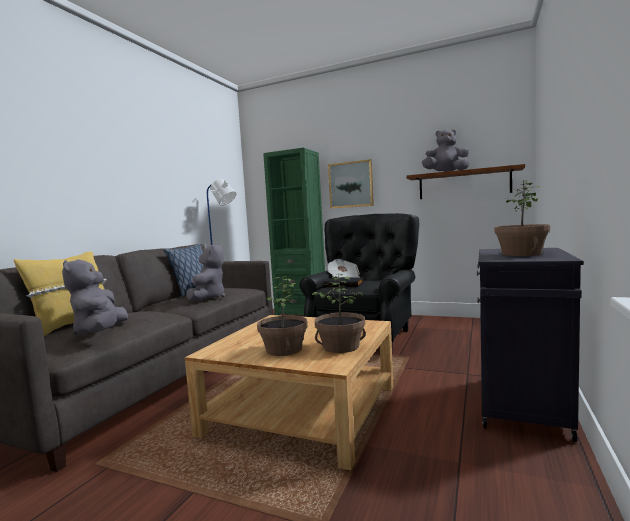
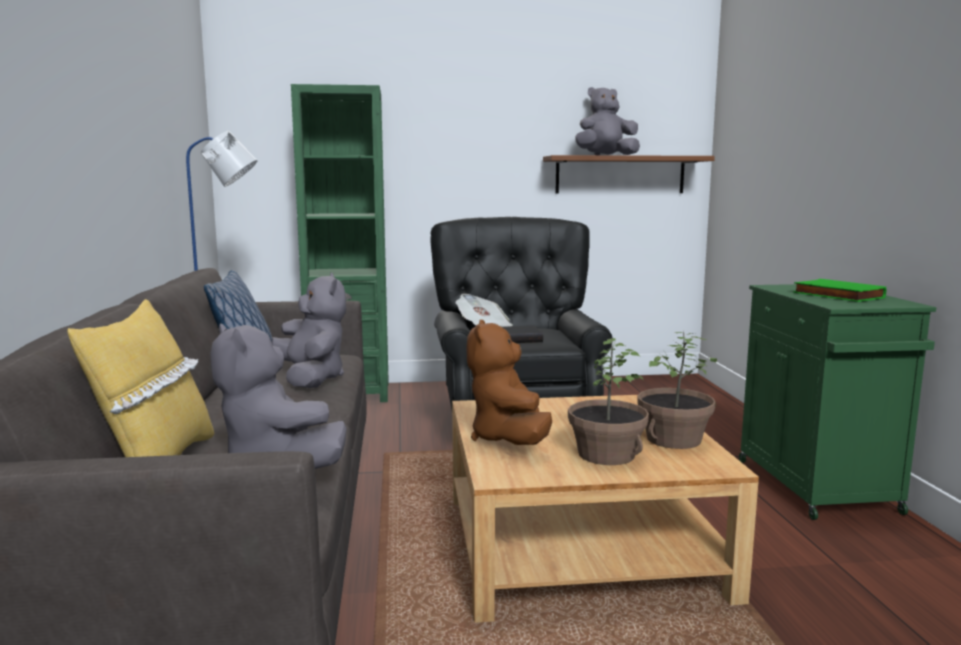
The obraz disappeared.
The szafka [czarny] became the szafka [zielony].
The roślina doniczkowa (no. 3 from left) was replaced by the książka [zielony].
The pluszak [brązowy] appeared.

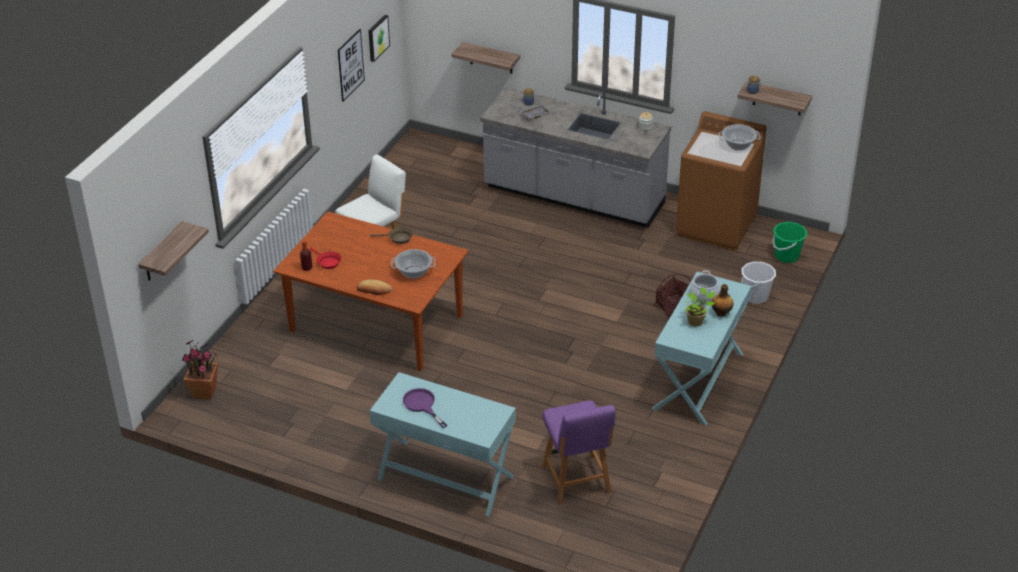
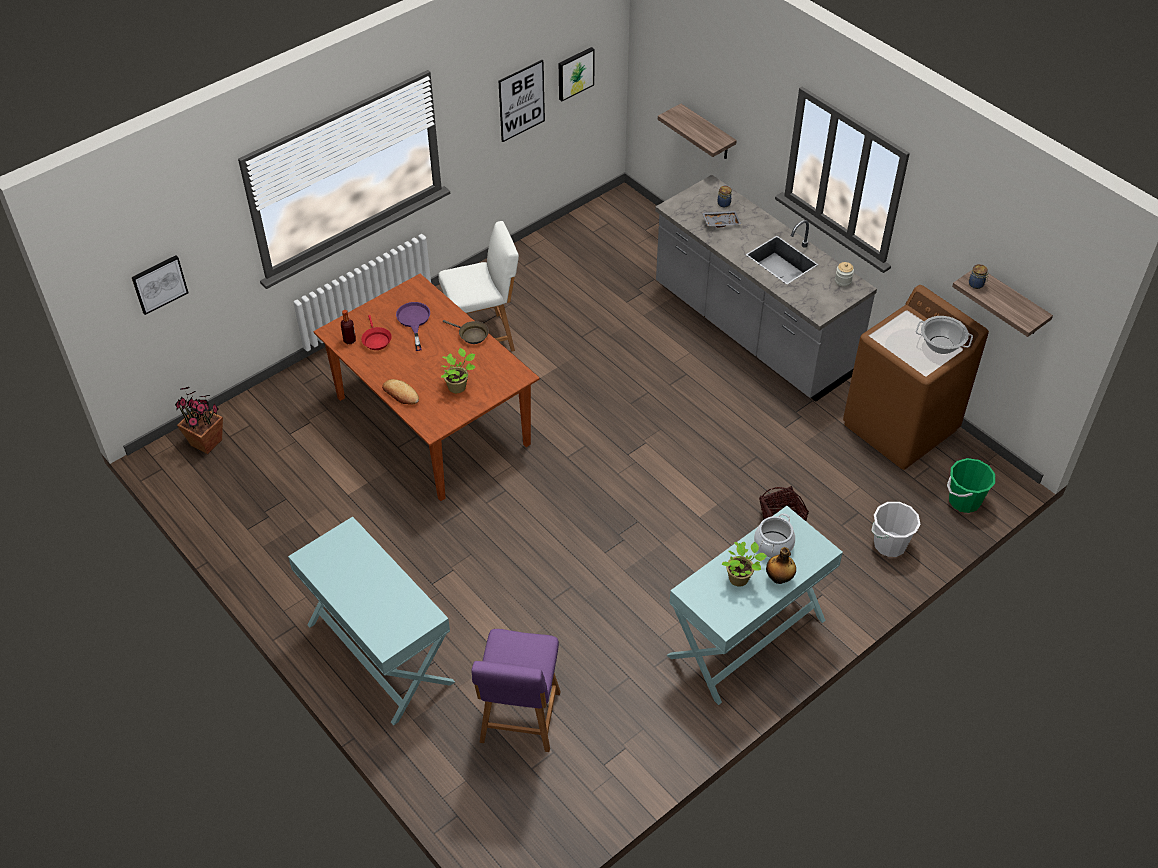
The półka (no. 1 from left) was replaced by the obraz (no. 1 from left).
The garnek (no. 1 from left) was replaced by the roślina doniczkowa (no. 2 from left).
The patelnia [fioletowy] moved.

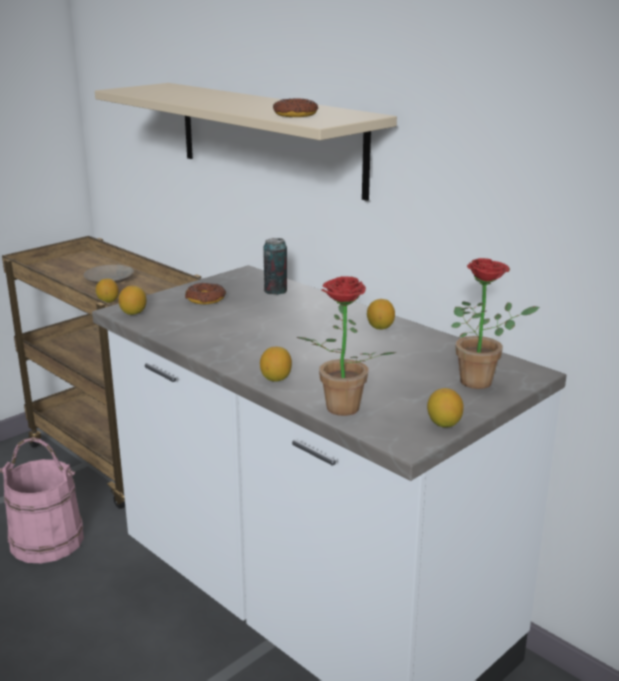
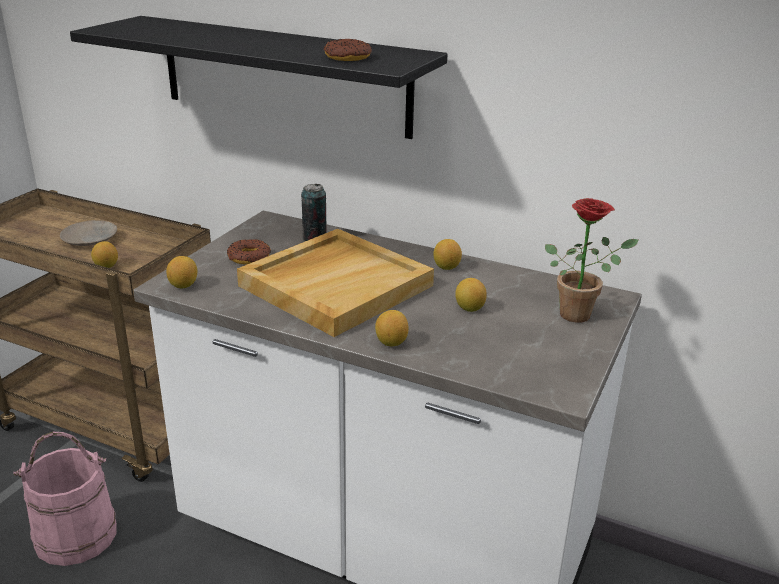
The półka [beżowy] became the półka [czarny].
The roślina doniczkowa (no. 1 from left) disappeared.
The cytryna (no. 5 from left) moved.
The taca [beżowy] appeared.

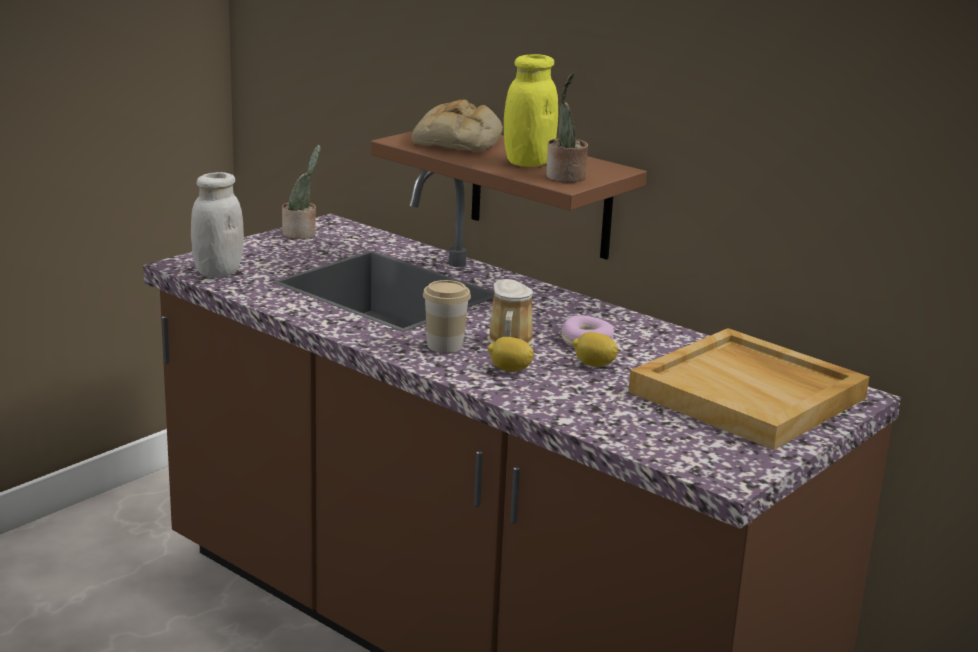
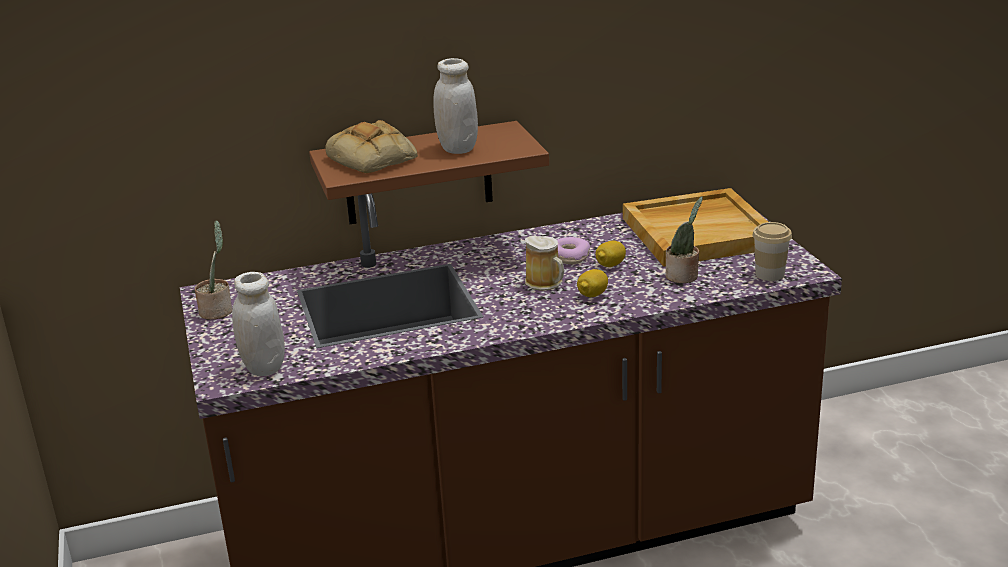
The filiżanka moved.
The słoik [żółty] became the słoik [biały] (no. 2 from left).
The roślina doniczkowa (no. 2 from left) moved.

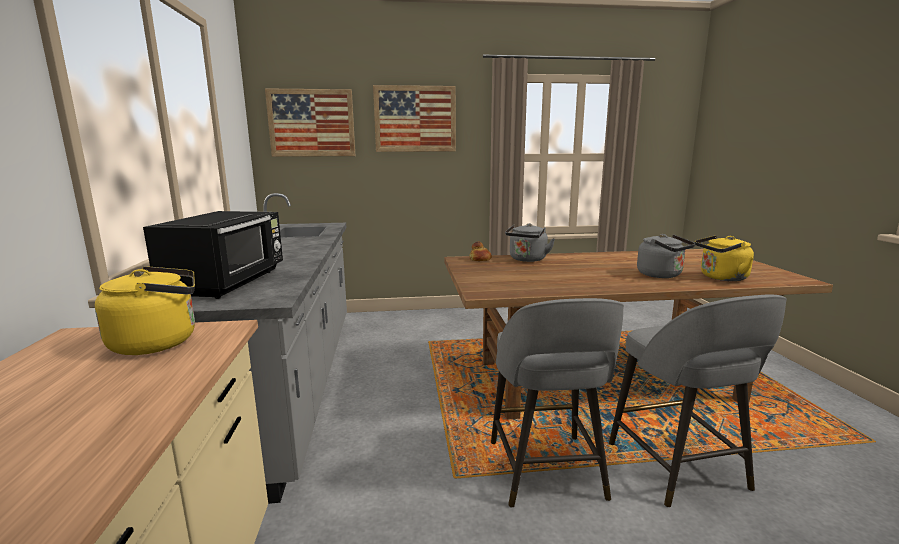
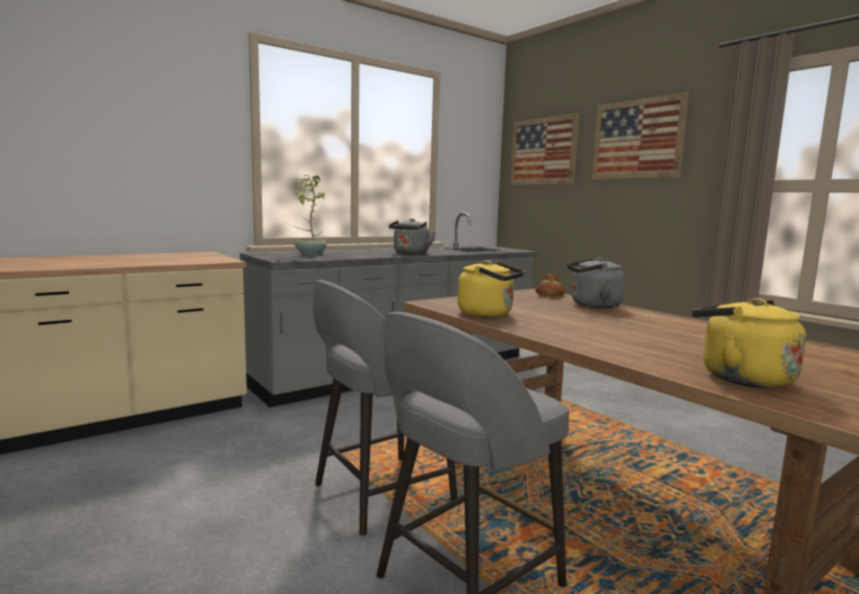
The czajnik [żółty] (no. 1 from left) moved.
The mikrofalówka [czarny] was replaced by the roślina doniczkowa.
The czajnik [szary] (no. 2 from left in the first image) moved.

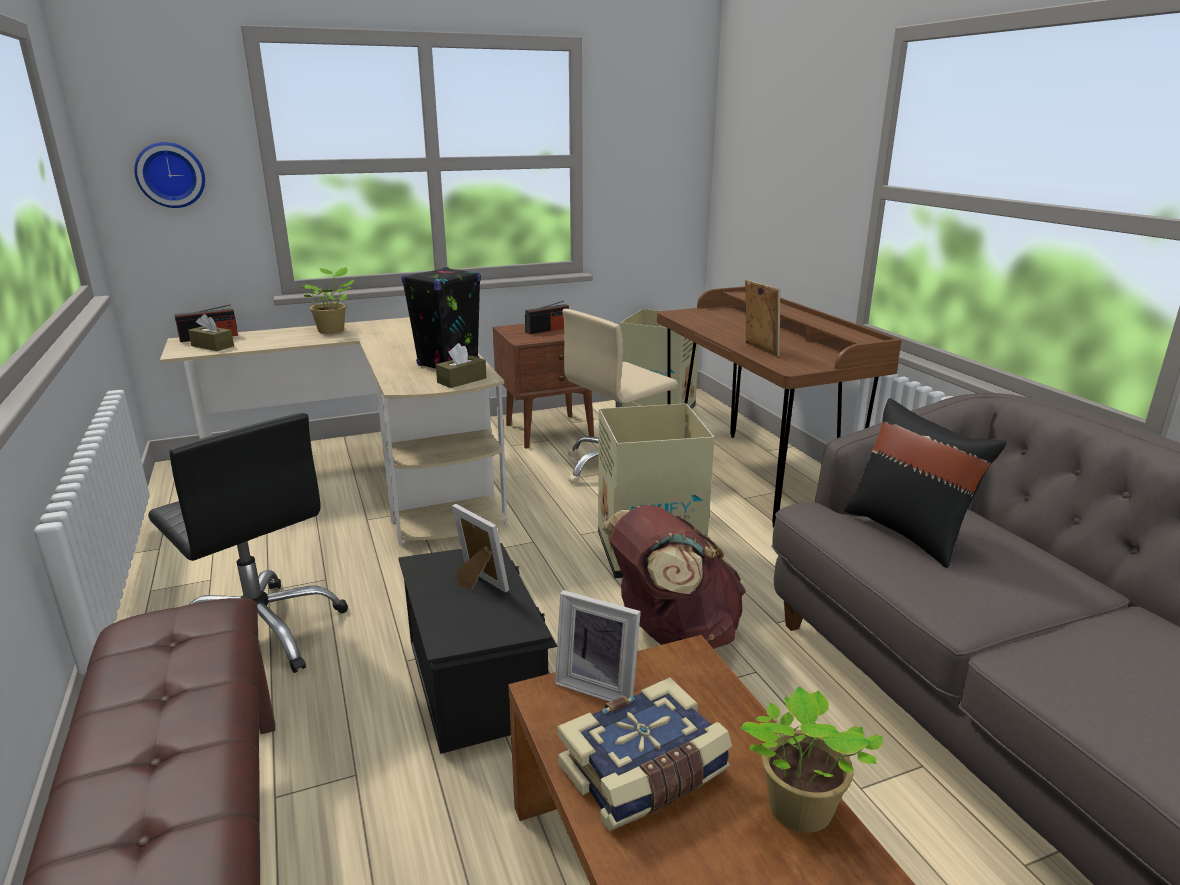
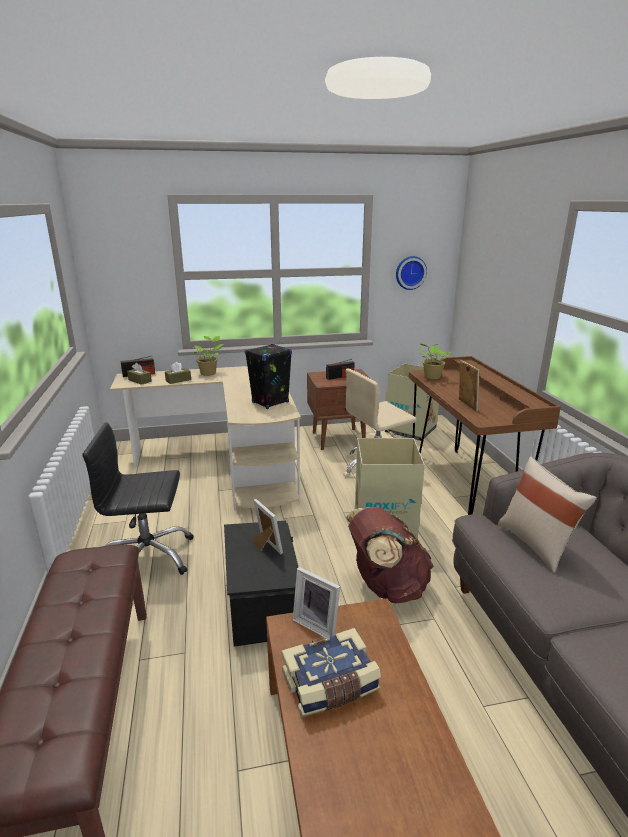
The zegar ścienny moved.
The krzesło biurowe [czarny] turned 120 degrees clockwise.
The pudełko chusteczek [brązowy] (no. 2 from left) moved.
The roślina doniczkowa (no. 2 from left) moved.
The poduszka [czarny] became the poduszka [beżowy].

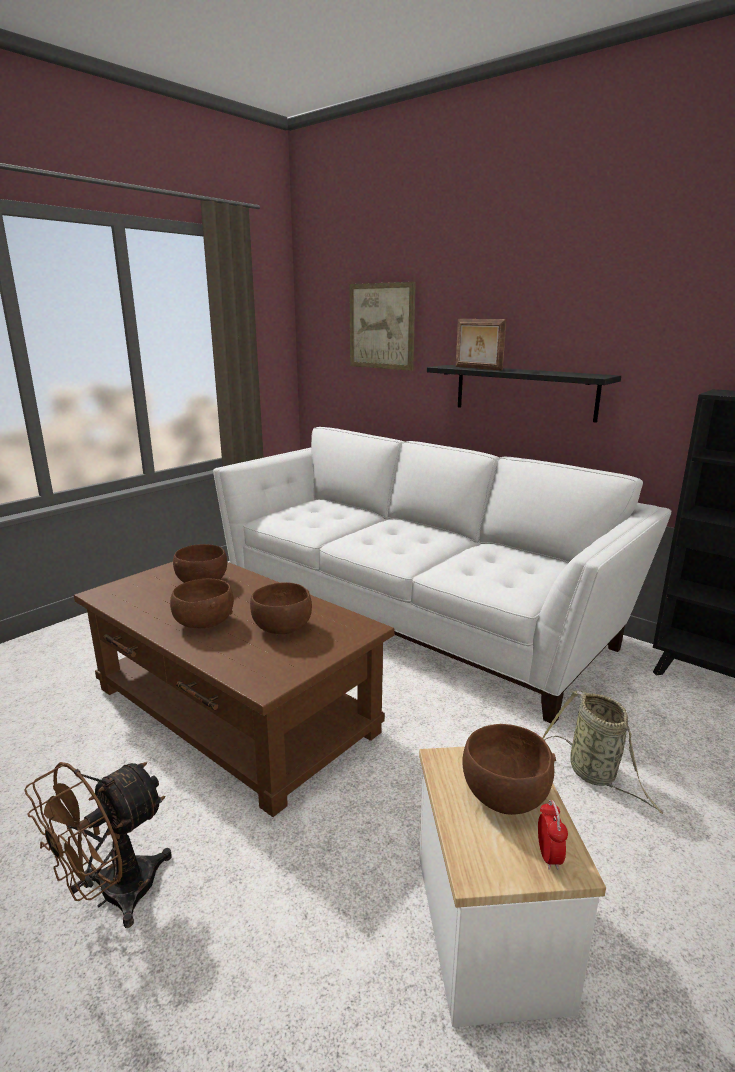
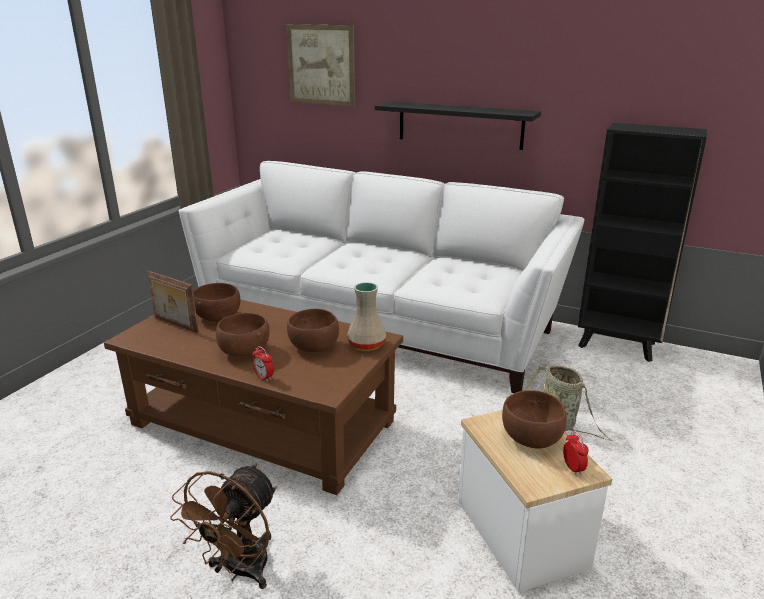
The ramka na zdjęcie moved.
The budzik (no. 1 from left) appeared.
The wazon [beżowy] appeared.

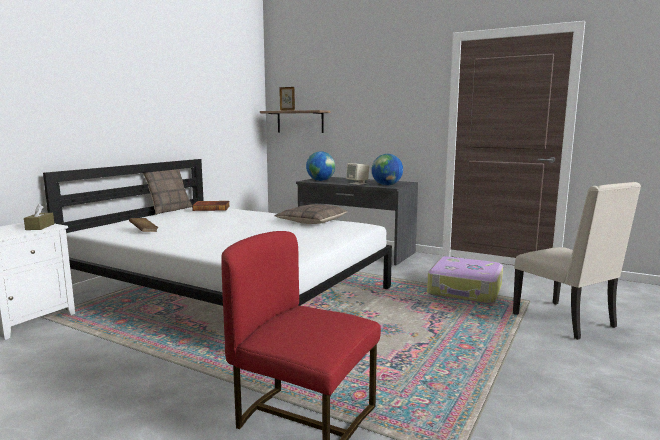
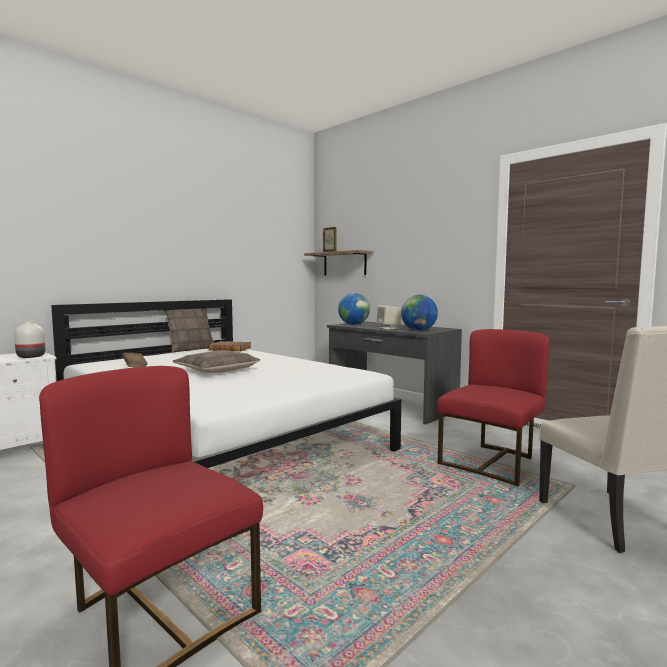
The pudełko chusteczek [brązowy] was replaced by the wazon [biały].
The poduszka (no. 2 from left) moved.
The walizka was replaced by the krzesło [czerwony] (no. 2 from left).

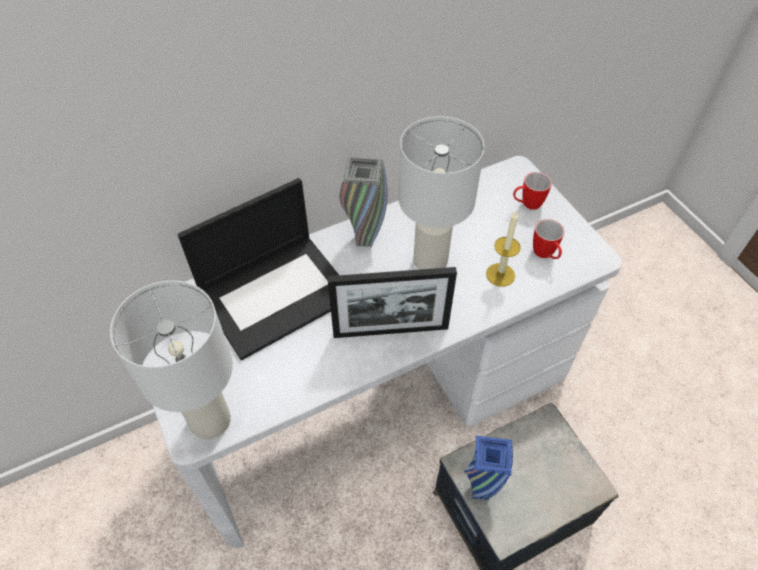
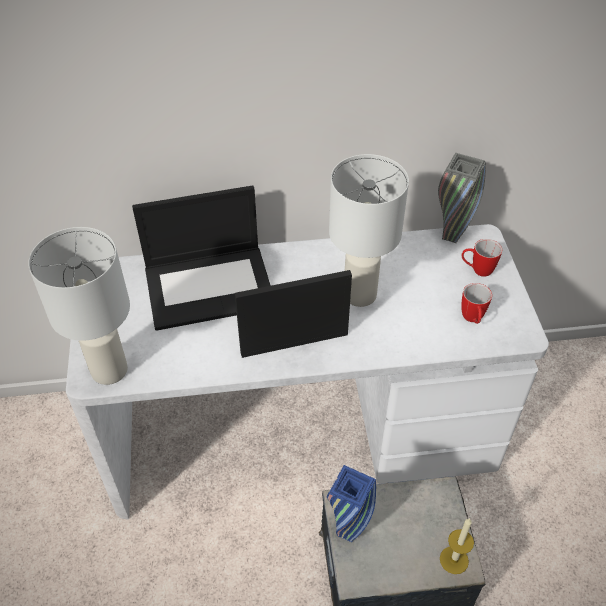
The ramka na zdjęcie turned 150 degrees clockwise.
The wazon [szary] moved.
The świeca moved.

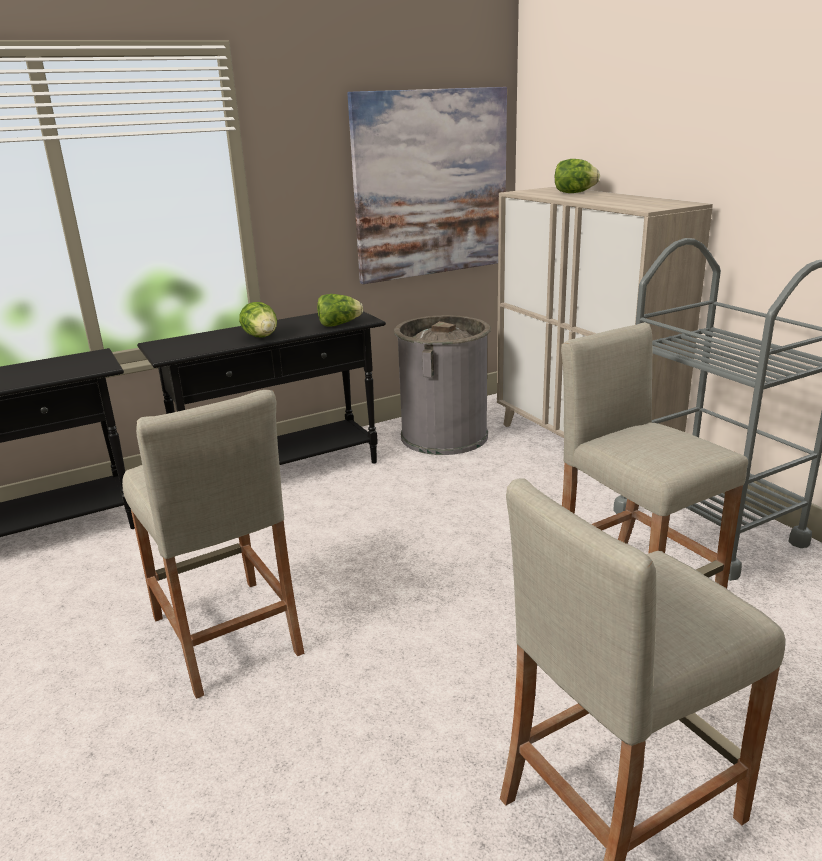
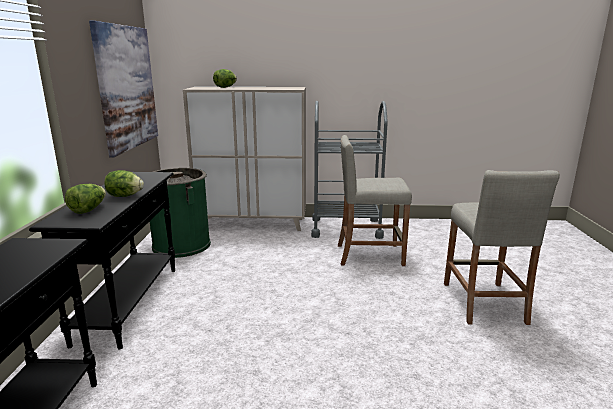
The stołek [beżowy] (no. 1 from left) disappeared.
The sałata (no. 2 from left in the first image) moved.
The kosz na śmieci [szary] became the kosz na śmieci [zielony].

